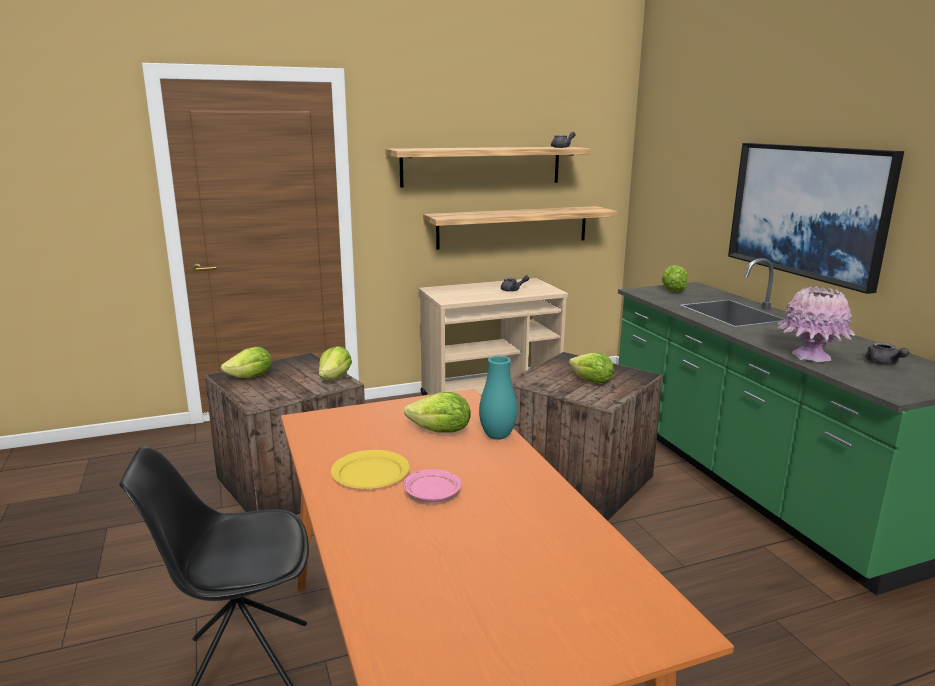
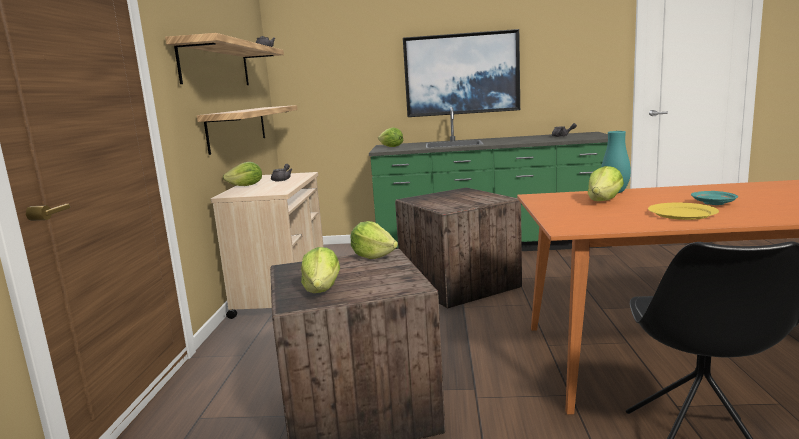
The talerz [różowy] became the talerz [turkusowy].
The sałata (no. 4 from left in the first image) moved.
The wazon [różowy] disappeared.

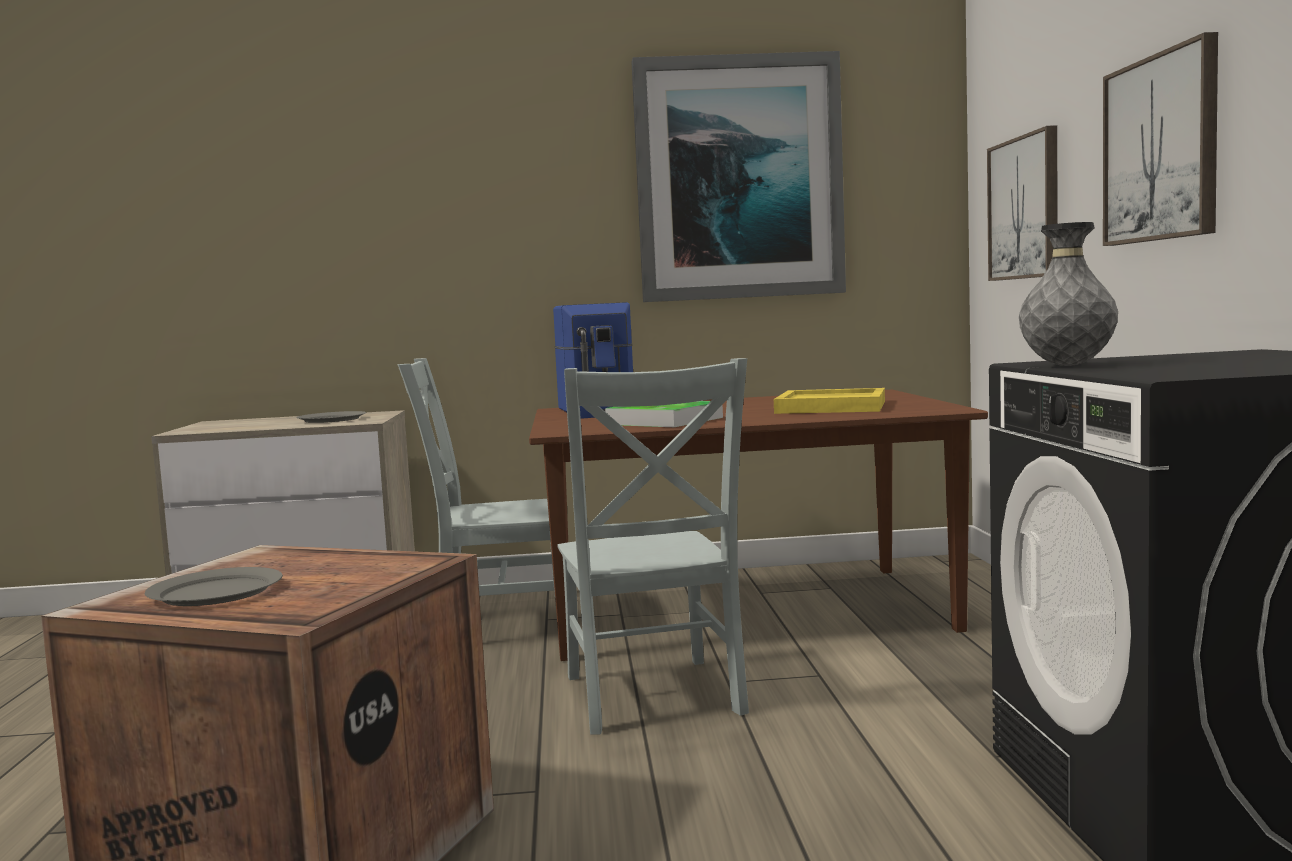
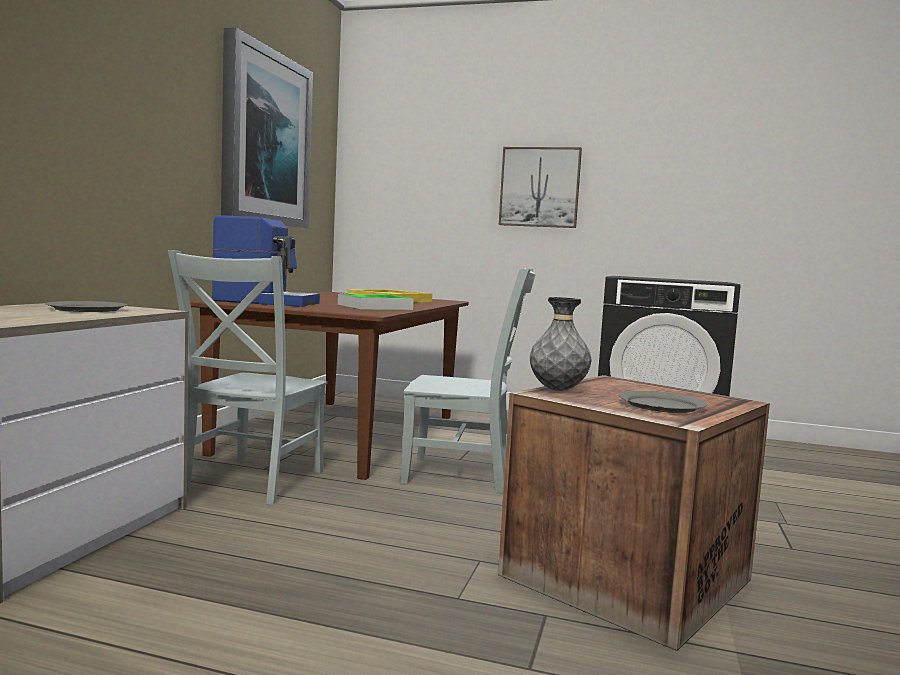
The obraz (no. 2 from left) disappeared.
The wazon [szary] moved.

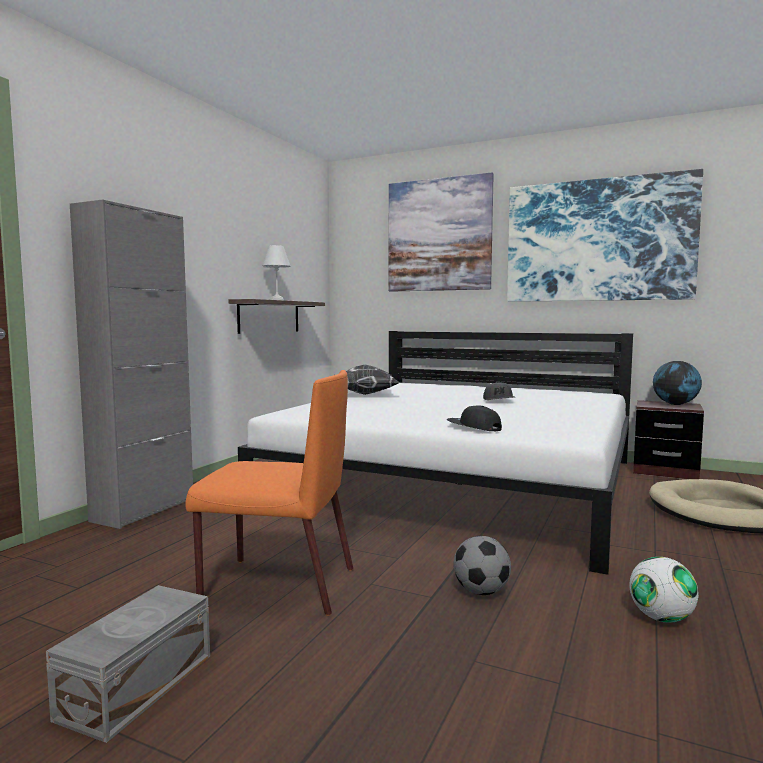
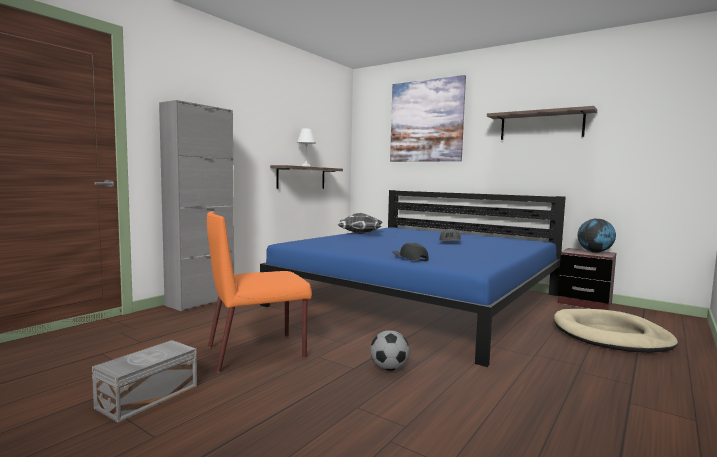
The krzesło [pomarańczowy] turned 135 degrees clockwise.
The łóżko [biały] became the łóżko [niebieski].
The obraz (no. 2 from left) was replaced by the półka (no. 2 from left).
The piłka futbolowa (no. 2 from left) disappeared.

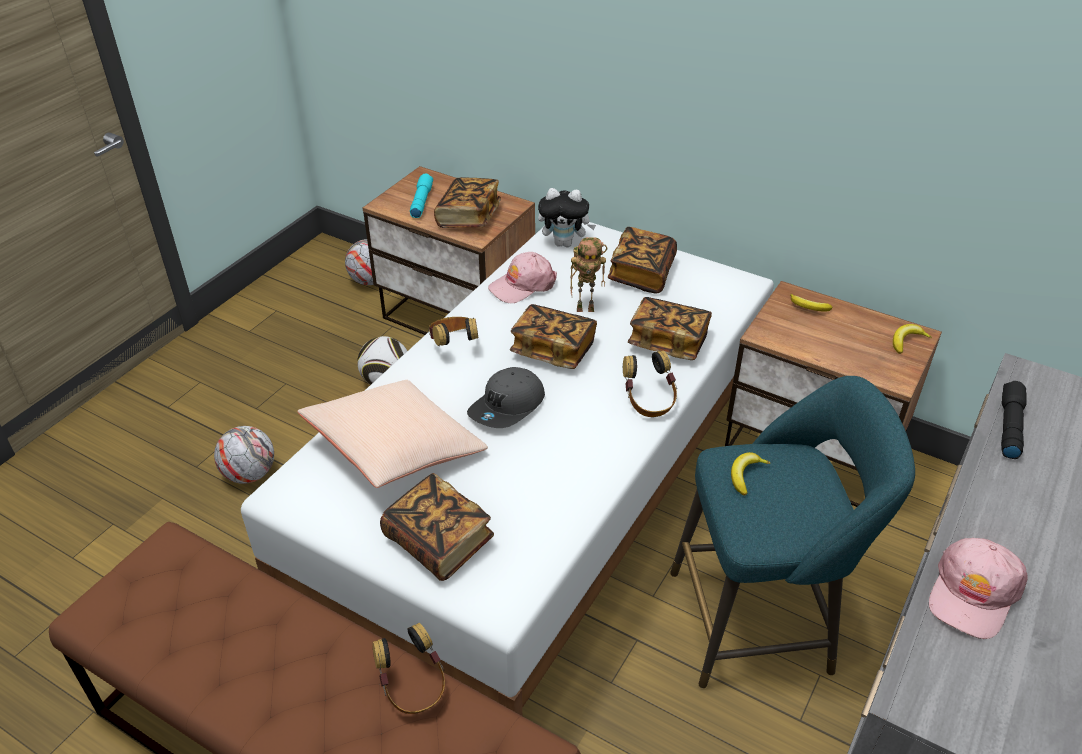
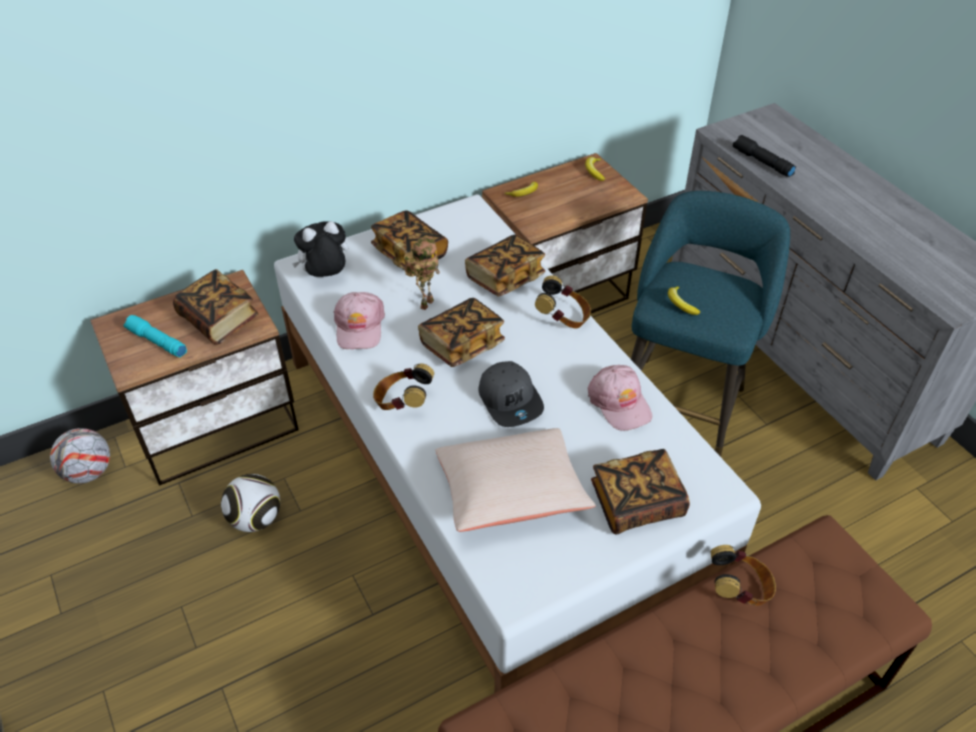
The piłka futbolowa (no. 1 from left) disappeared.
The pluszak turned 150 degrees counterclockwise.
The czapka z daszkiem [różowy] (no. 2 from left) moved.

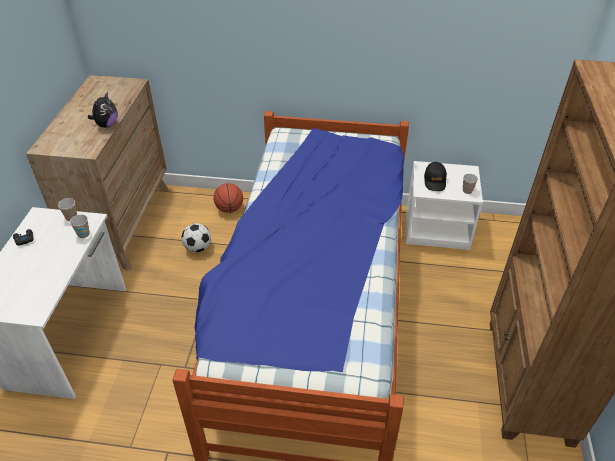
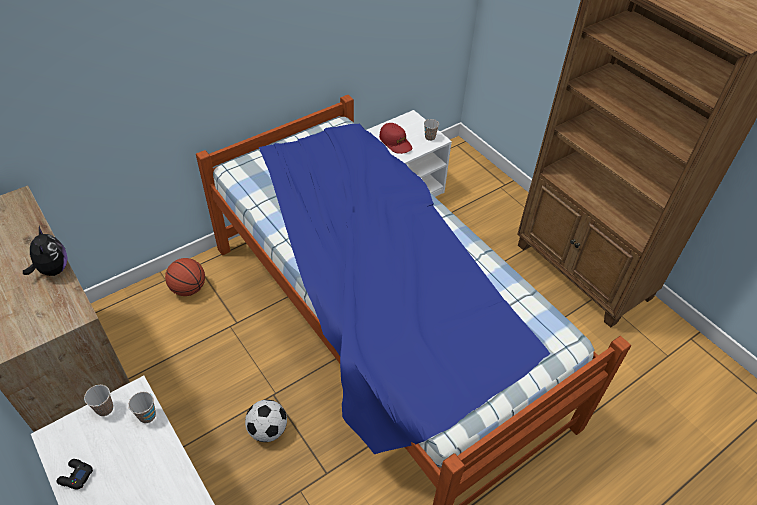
The piłka futbolowa moved.
The czapka z daszkiem [czarny] became the czapka z daszkiem [czerwony].

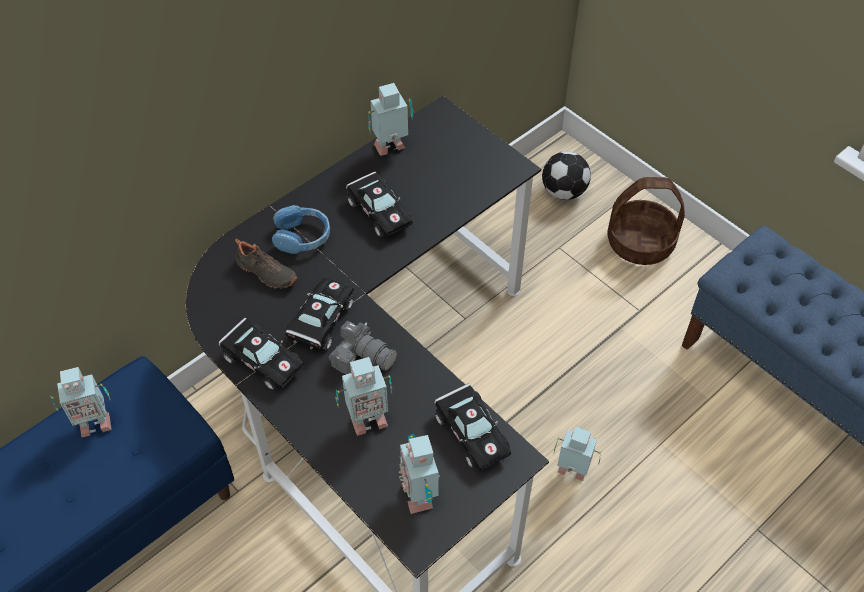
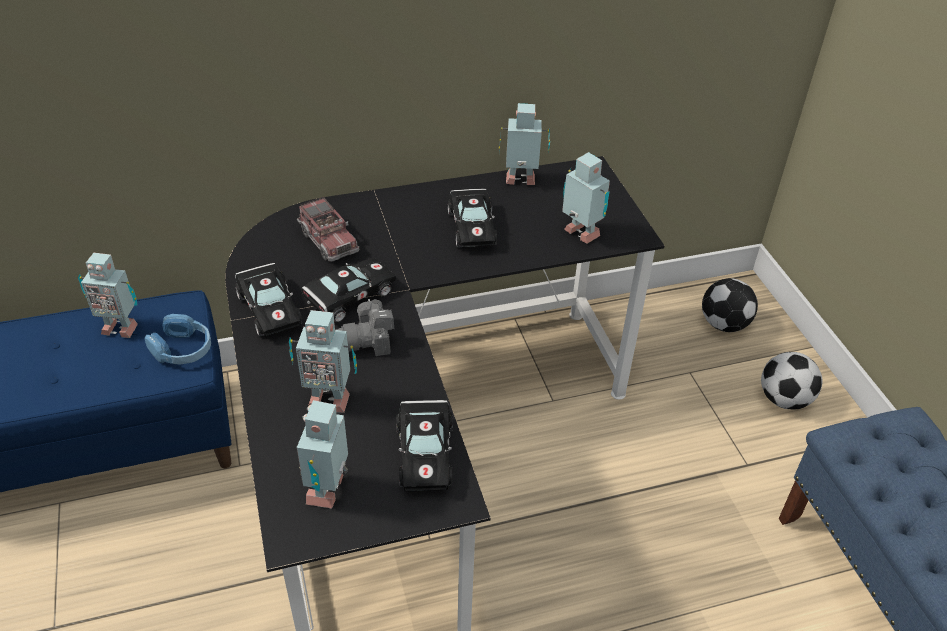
The but [czarny] was replaced by the ciężarówka zabawkowa.
The słuchawki [niebieski] moved.
The aparat fotograficzny turned 105 degrees clockwise.
The robot zabawkowy (no. 5 from left) moved.
The koszyk was replaced by the piłka futbolowa (no. 2 from left).

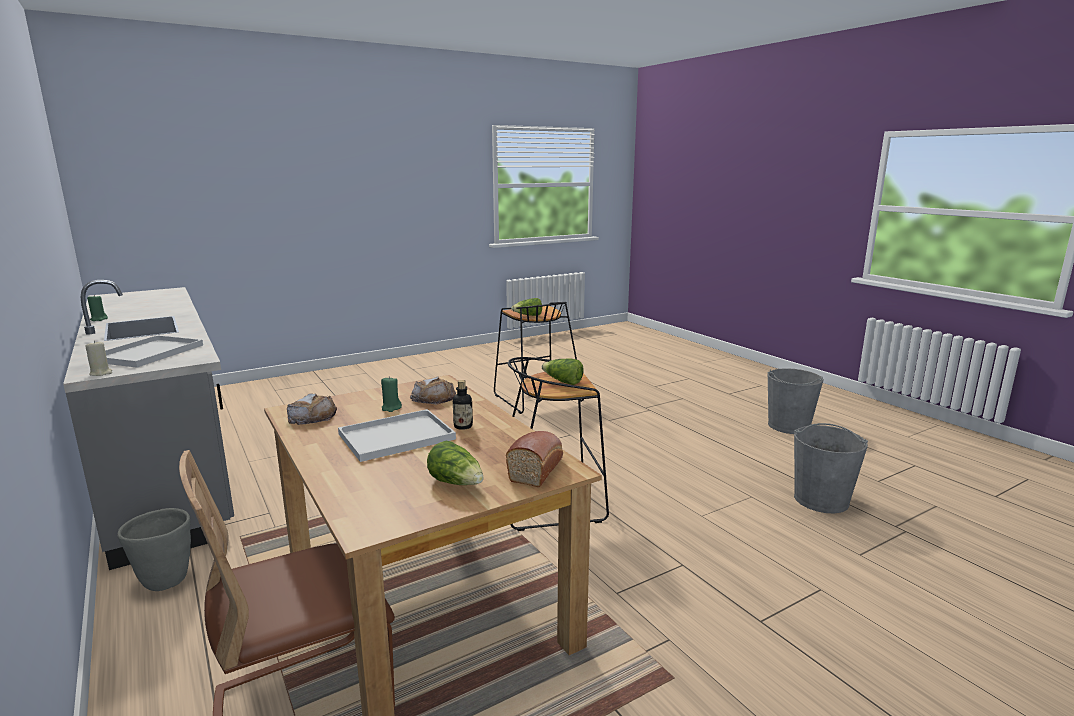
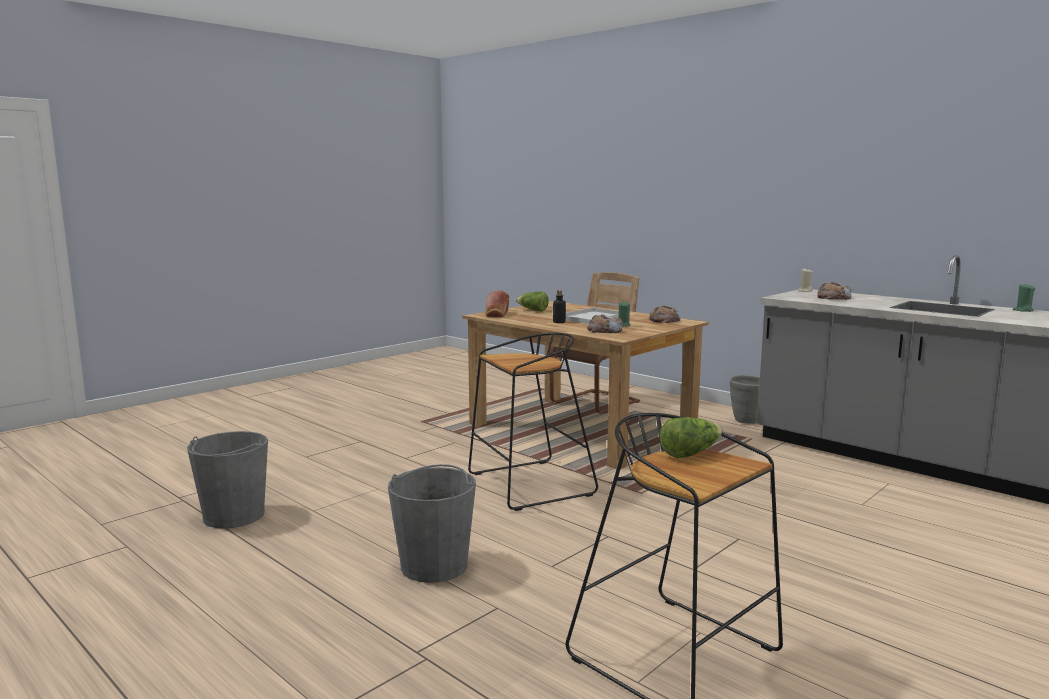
The taca [biały] (no. 1 from left) was replaced by the chleb (no. 4 from left).
The sałata (no. 3 from left) disappeared.
The wiadro [szary] (no. 1 from left in the first image) moved.

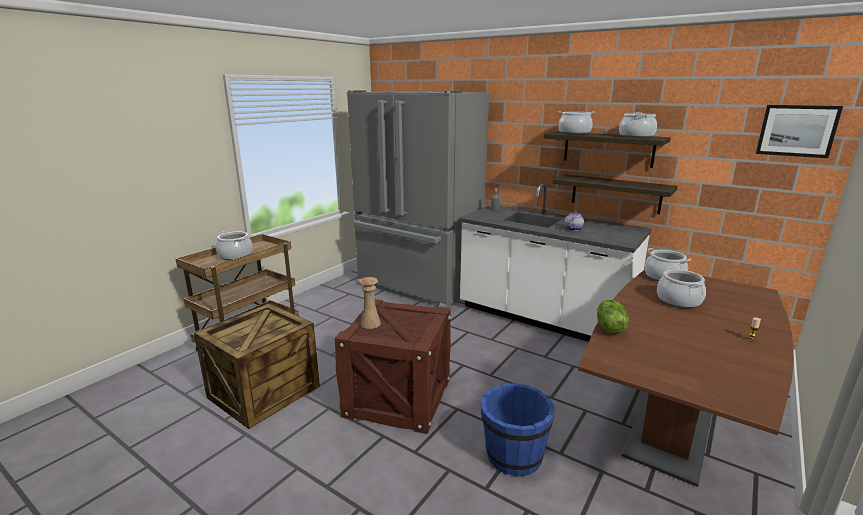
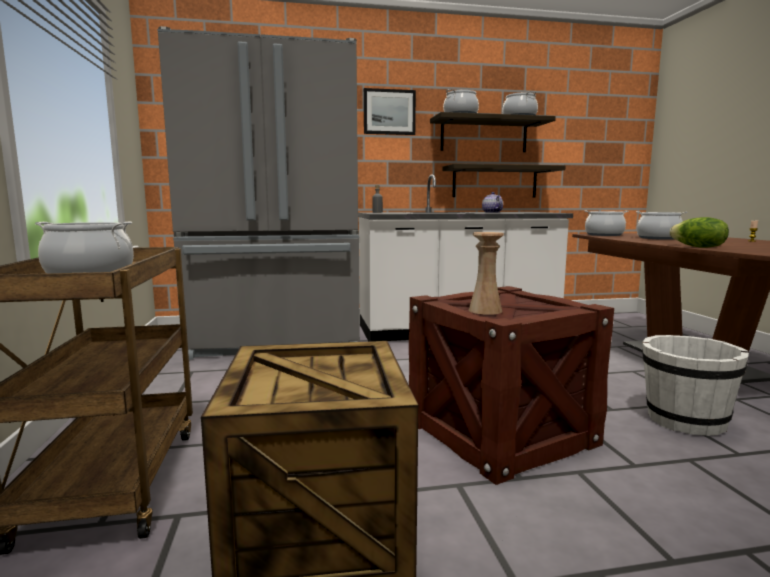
The wiadro [niebieski] became the wiadro [biały].
The obraz moved.

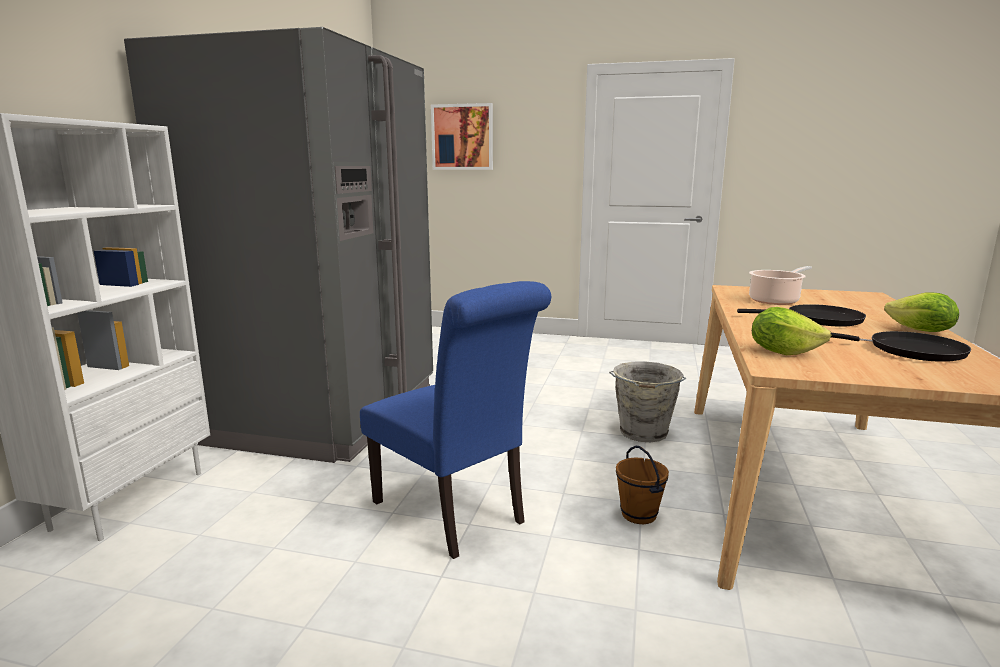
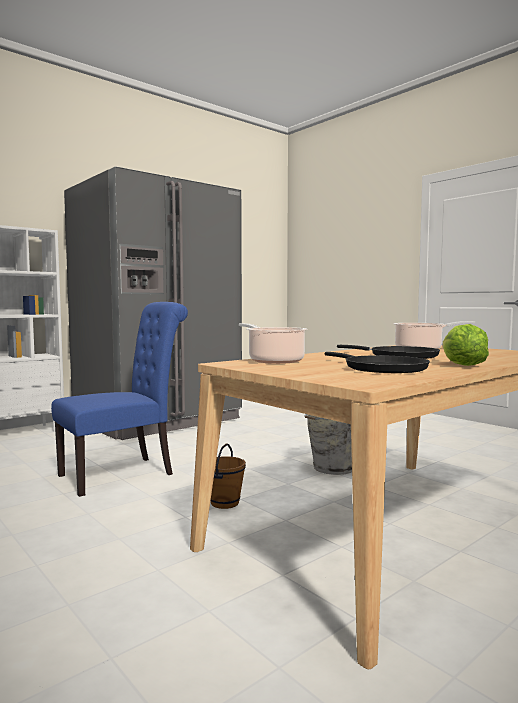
The krzesło [niebieski] turned 120 degrees counterclockwise.
The obraz disappeared.
The sałata (no. 1 from left) was replaced by the garnek (no. 1 from left).

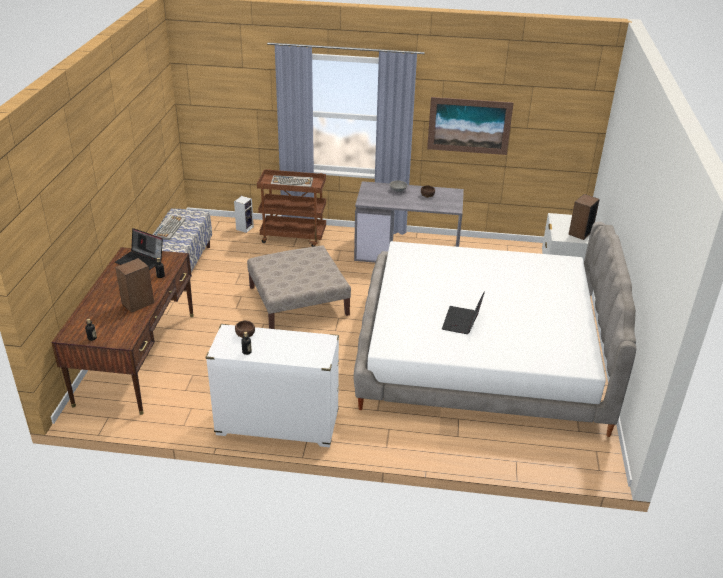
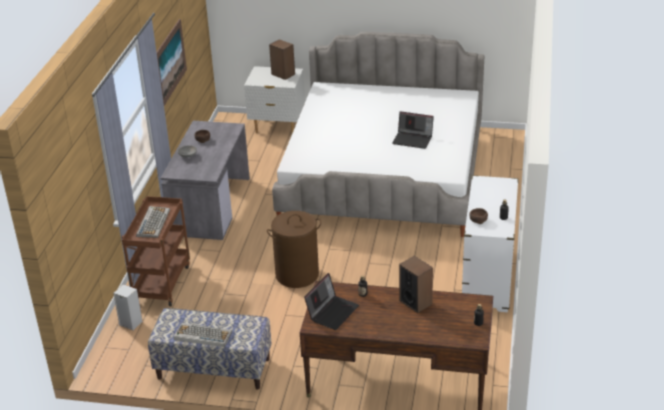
The pufa [beżowy] was replaced by the kosz na pranie [brązowy].

